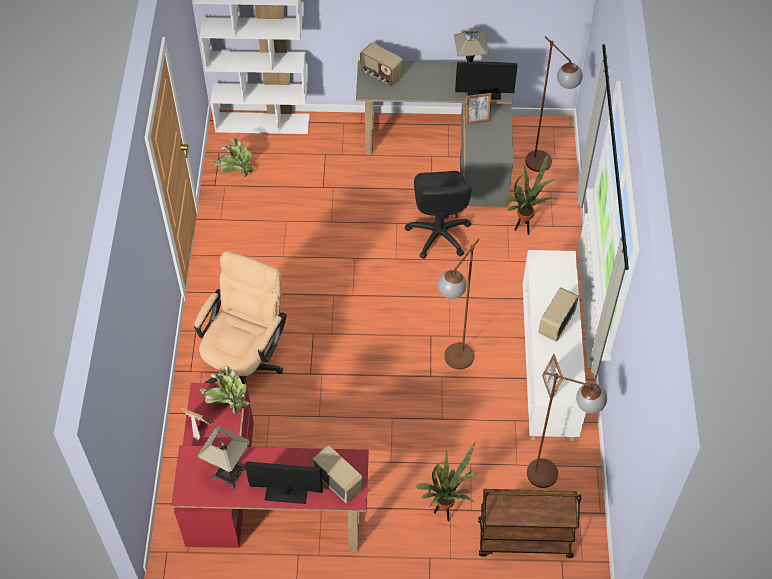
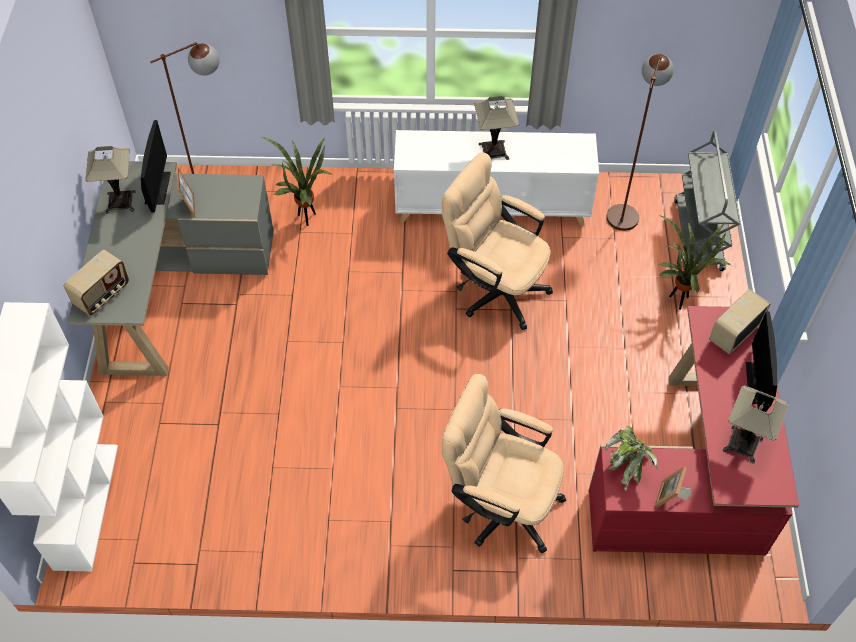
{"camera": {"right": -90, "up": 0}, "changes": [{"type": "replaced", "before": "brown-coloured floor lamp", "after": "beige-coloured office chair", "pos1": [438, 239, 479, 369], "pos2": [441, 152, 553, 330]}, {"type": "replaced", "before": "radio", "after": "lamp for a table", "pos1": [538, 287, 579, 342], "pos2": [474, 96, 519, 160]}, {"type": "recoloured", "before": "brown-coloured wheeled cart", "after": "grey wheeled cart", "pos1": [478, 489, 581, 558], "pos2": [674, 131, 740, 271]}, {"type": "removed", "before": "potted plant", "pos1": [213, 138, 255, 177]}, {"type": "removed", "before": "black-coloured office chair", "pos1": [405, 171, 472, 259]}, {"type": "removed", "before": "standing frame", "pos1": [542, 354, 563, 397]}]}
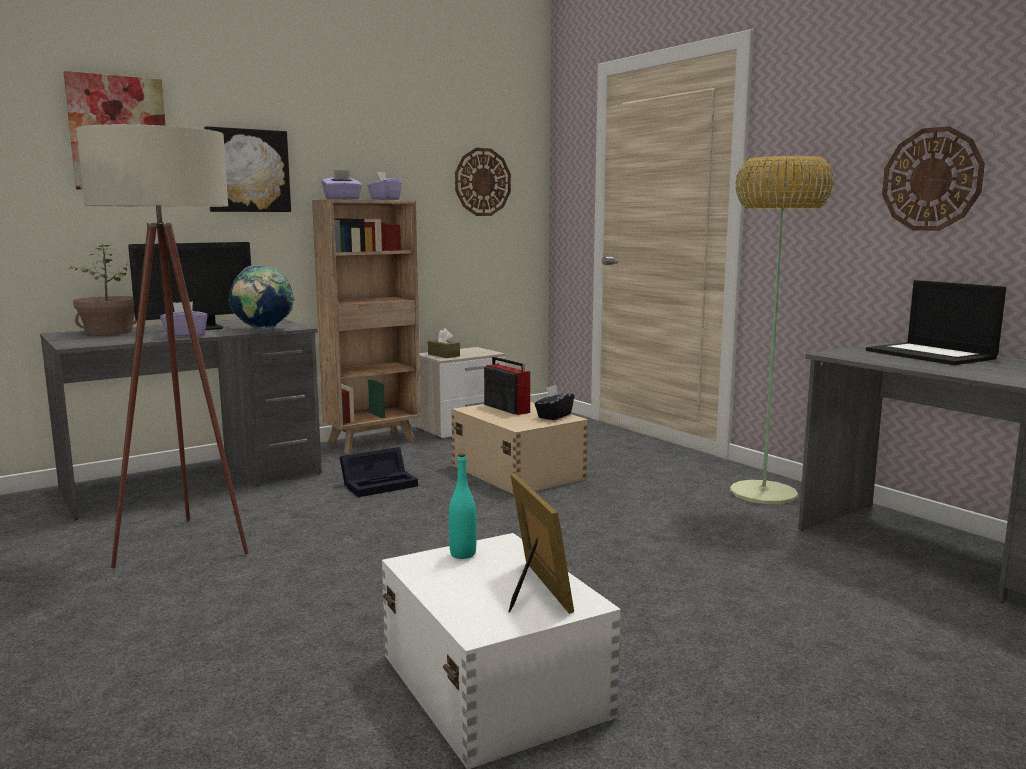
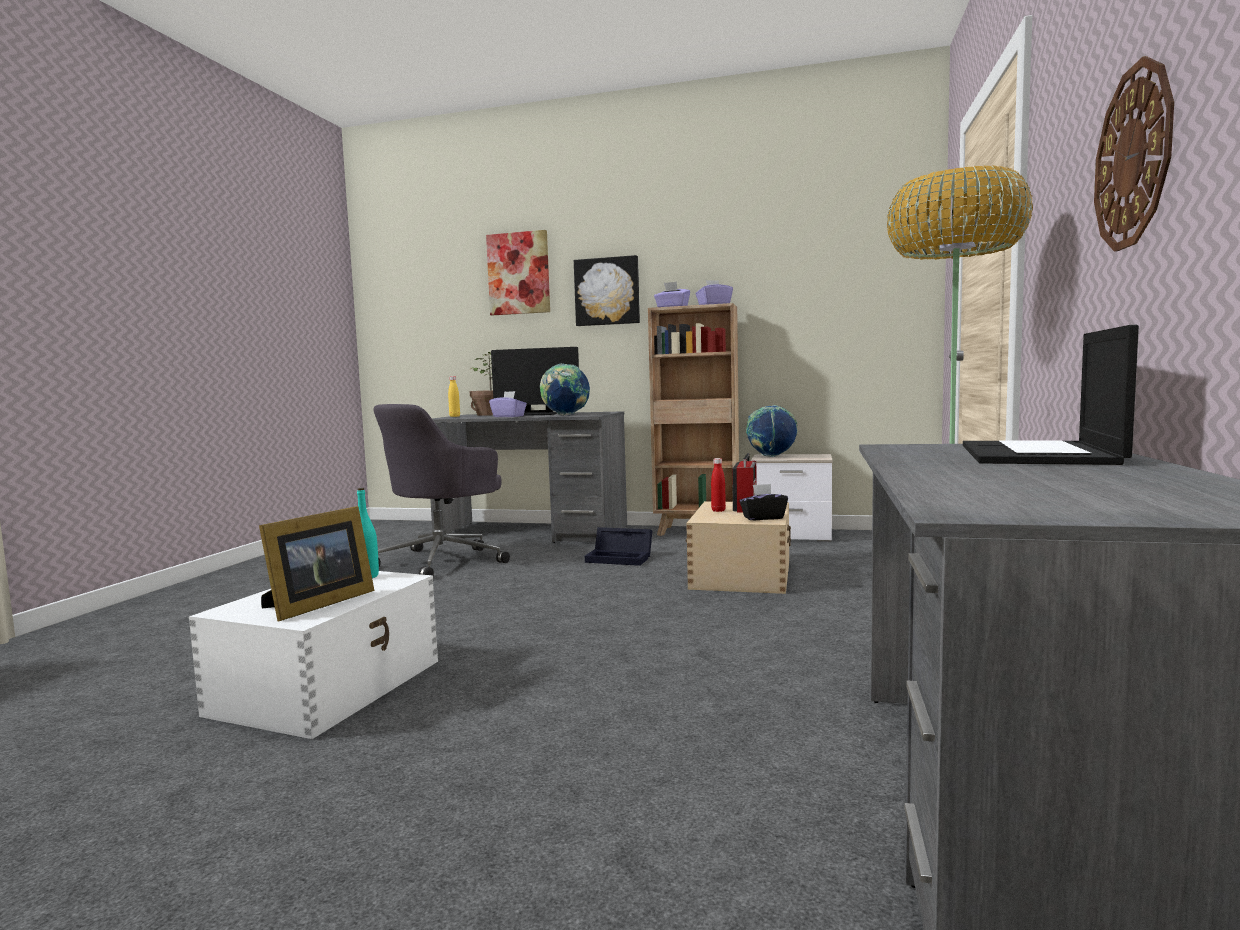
{"camera": {"right": 50, "up": -5}, "changes": [{"type": "replaced", "before": "beige-coloured floor lamp", "after": "grey office chair", "pos1": [76, 124, 248, 568], "pos2": [373, 404, 510, 575]}, {"type": "added", "after": "yellowish beverage bottle", "pos2": [448, 376, 460, 417]}, {"type": "added", "after": "reddish beverage bottle", "pos2": [711, 458, 726, 512]}, {"type": "replaced", "before": "brown-coloured box of tissues", "after": "globe", "pos1": [428, 328, 460, 358], "pos2": [746, 405, 798, 457]}, {"type": "removed", "before": "wall clock", "pos1": [455, 148, 511, 216]}]}
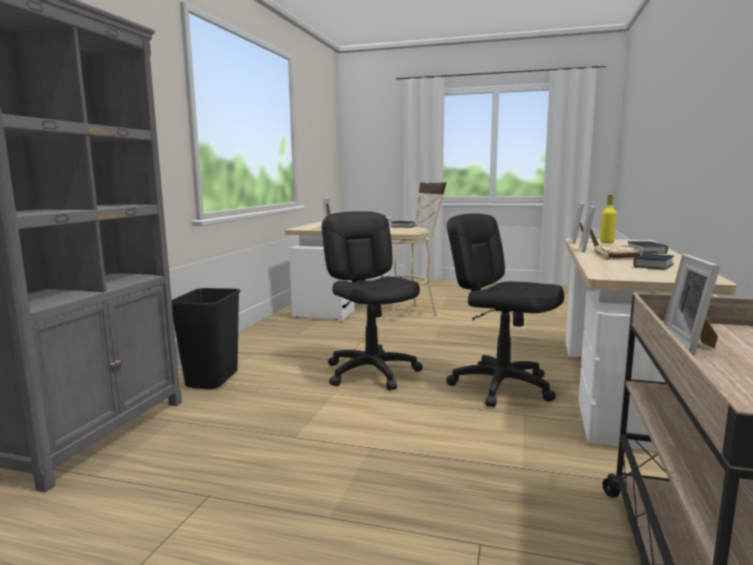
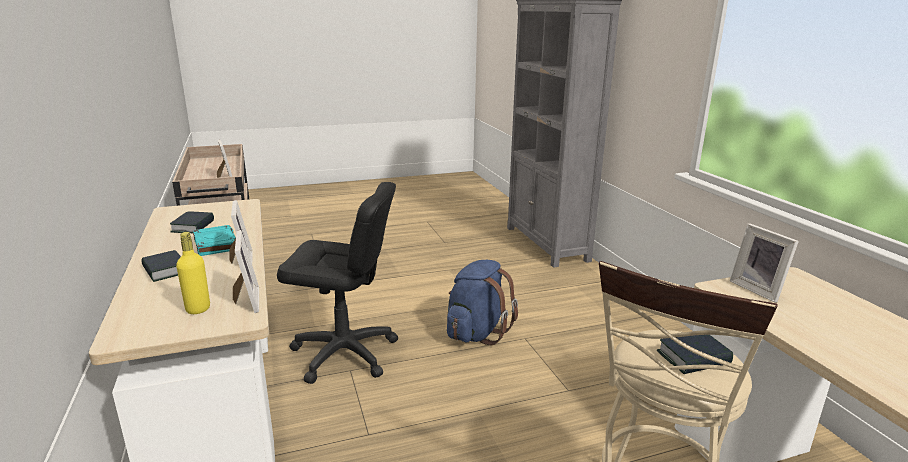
{"camera": {"right": 145, "up": 10}, "changes": [{"type": "recoloured", "before": "beige-coloured book", "after": "blue-green book", "pos1": [594, 246, 642, 260], "pos2": [193, 225, 236, 256]}, {"type": "replaced", "before": "black-coloured office chair", "after": "blue-coloured backpack", "pos1": [322, 211, 423, 390], "pos2": [447, 260, 518, 345]}, {"type": "removed", "before": "black-coloured rubbish bin", "pos1": [172, 288, 240, 389]}]}
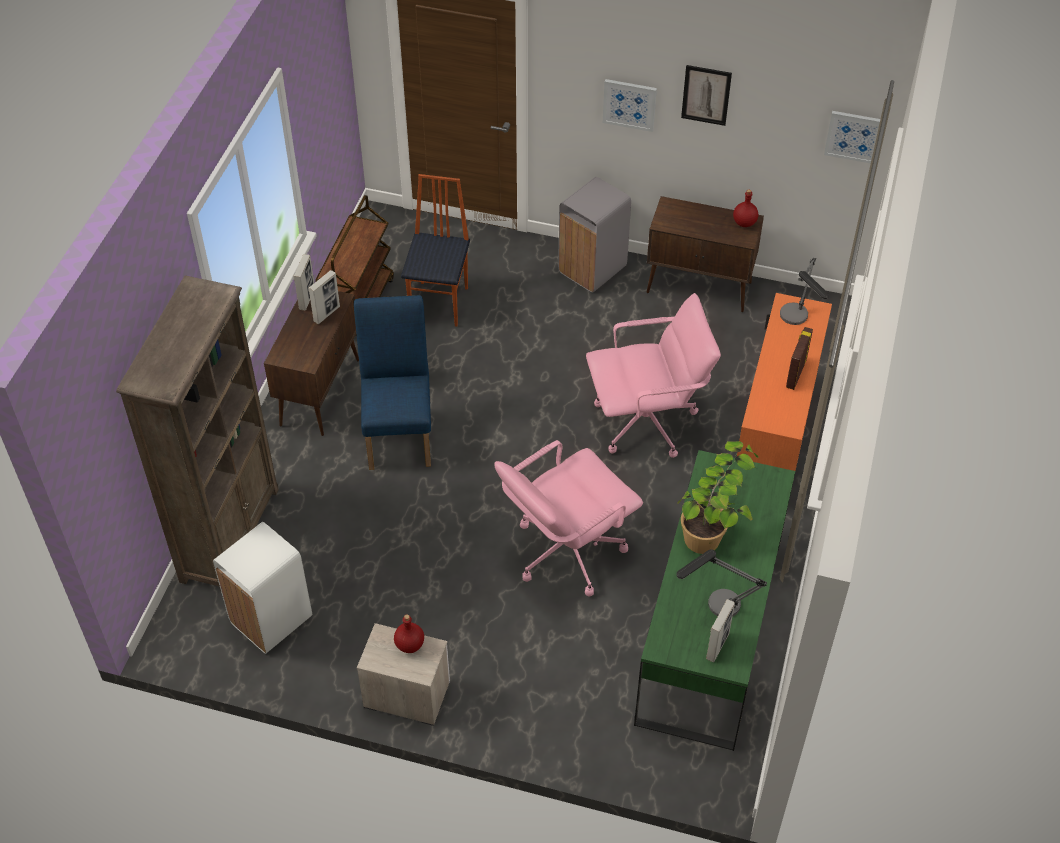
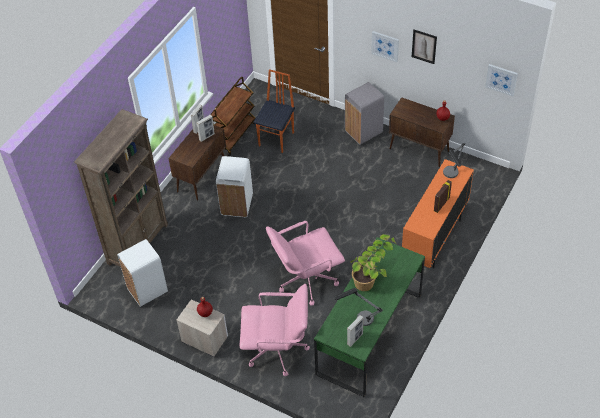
{"camera": {"right": 15, "up": 0}, "changes": [{"type": "replaced", "before": "blue-coloured plain chair", "after": "whitish rubbish bin", "pos1": [354, 295, 431, 470], "pos2": [216, 156, 253, 217]}, {"type": "moved", "before": "pink-coloured office chair", "pos1": [586, 293, 721, 458], "pos2": [240, 284, 310, 376]}]}
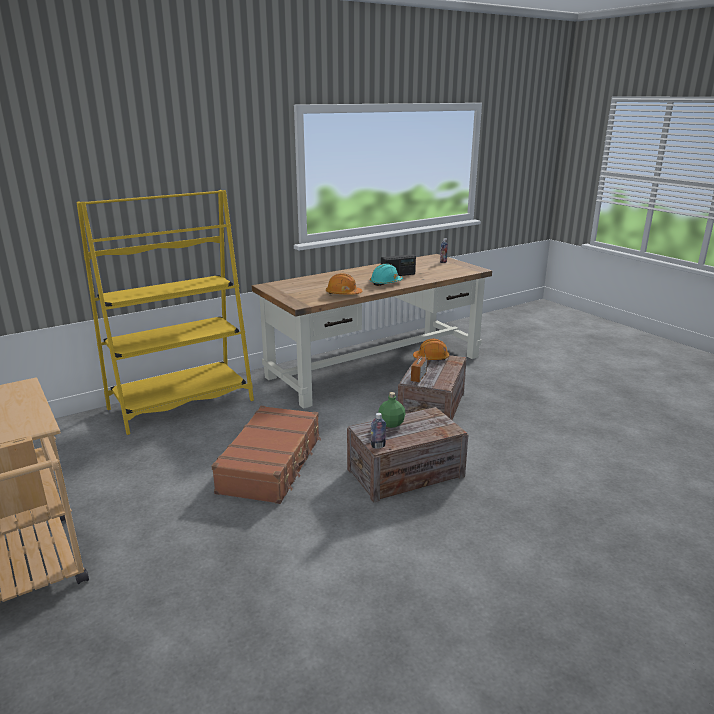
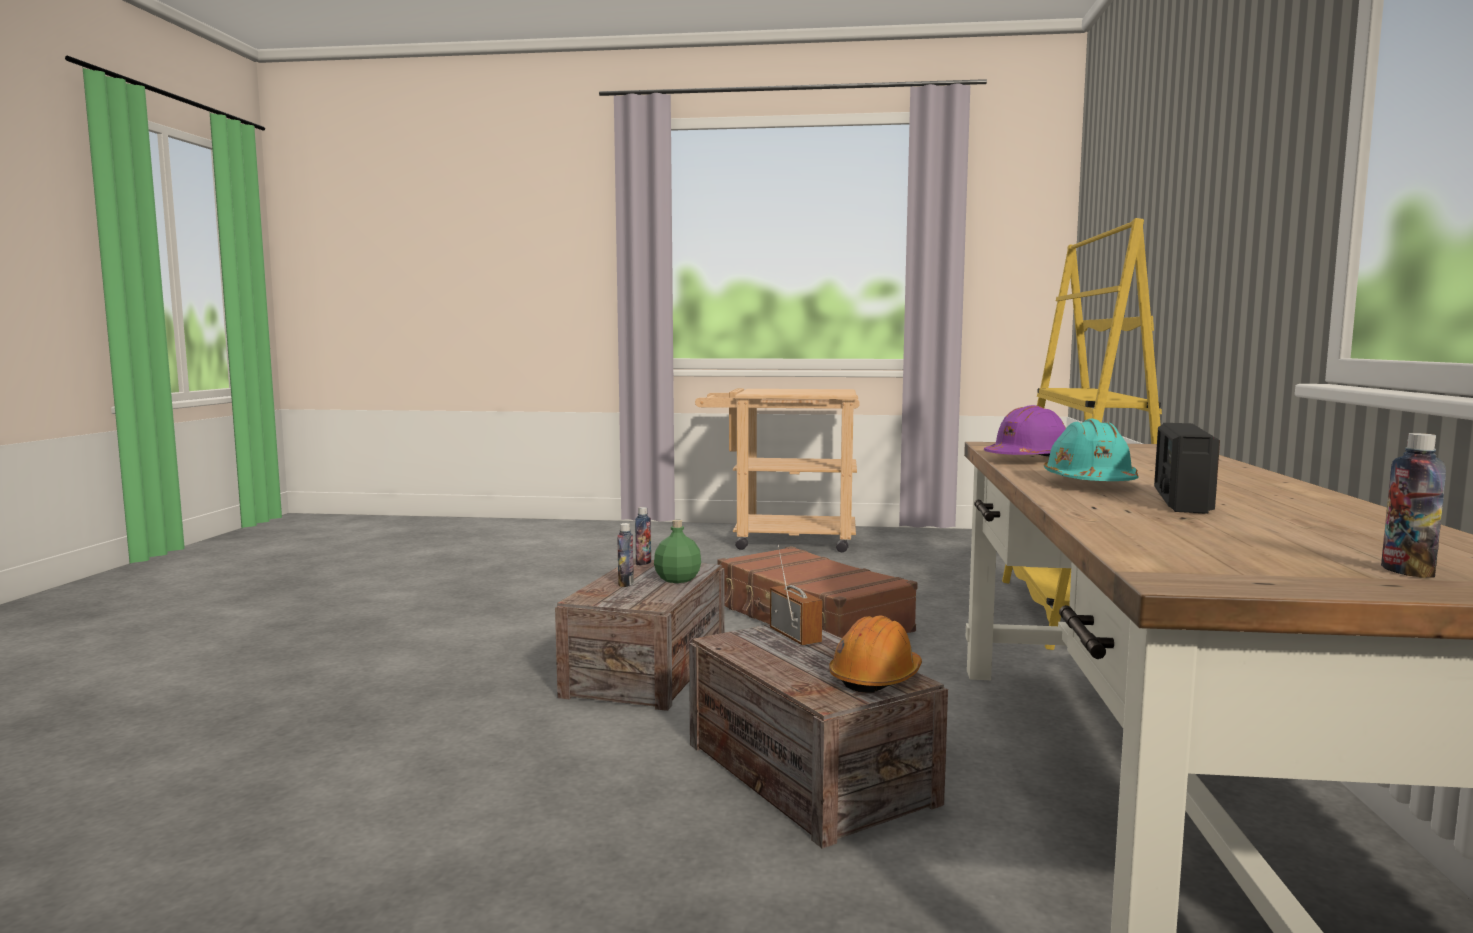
{"camera": {"right": 130, "up": -15}, "changes": [{"type": "added", "after": "beverage bottle", "pos2": [617, 523, 634, 587]}, {"type": "recoloured", "before": "orange-coloured work helmet", "after": "purple-coloured work helmet", "pos1": [326, 273, 362, 294], "pos2": [984, 405, 1066, 456]}]}
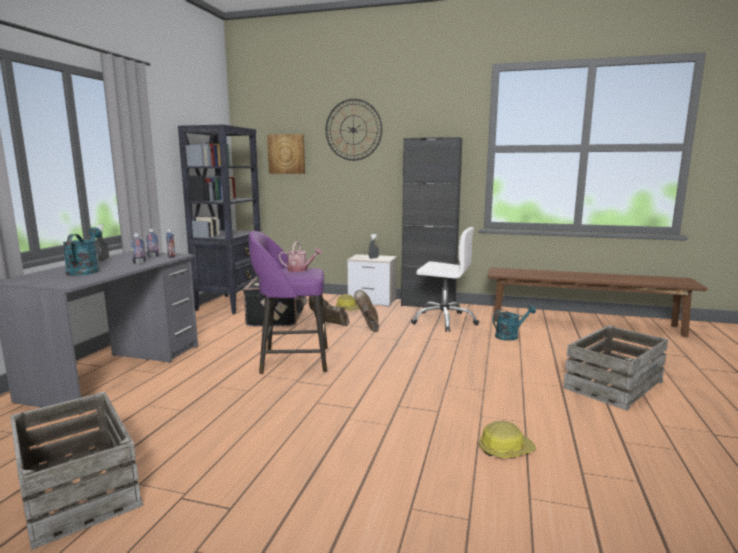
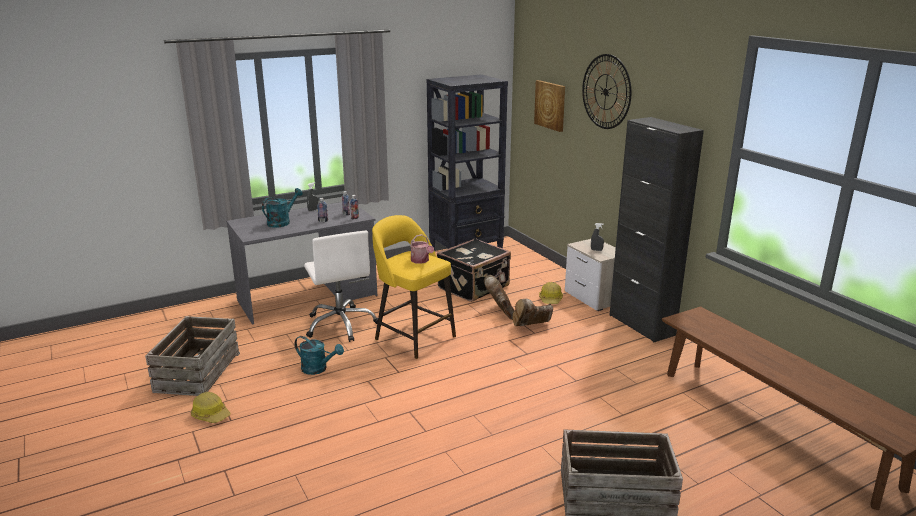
{"camera": {"right": 45, "up": 10}, "changes": [{"type": "moved", "before": "work helmet", "pos1": [479, 421, 537, 458], "pos2": [191, 392, 230, 423]}, {"type": "moved", "before": "blue-green sprinkling can", "pos1": [493, 305, 536, 341], "pos2": [295, 336, 344, 375]}, {"type": "moved", "before": "whitish office chair", "pos1": [411, 227, 479, 332], "pos2": [304, 231, 378, 342]}, {"type": "recoloured", "before": "purple-coloured stool seat", "after": "yellowish stool seat", "pos1": [249, 231, 328, 374], "pos2": [372, 215, 456, 359]}, {"type": "turned", "before": "brown-coloured high-top boot", "pos1": [354, 290, 379, 332], "pos2": [512, 299, 553, 326], "turn": -150}]}
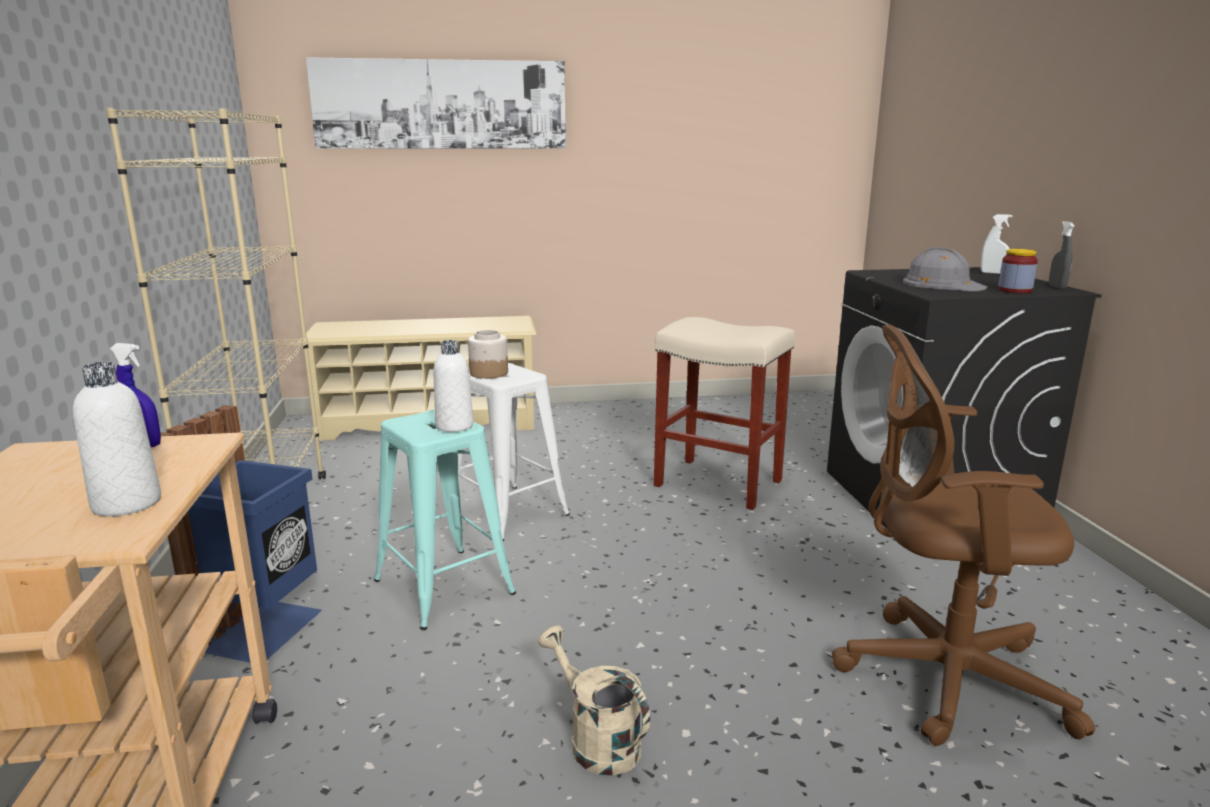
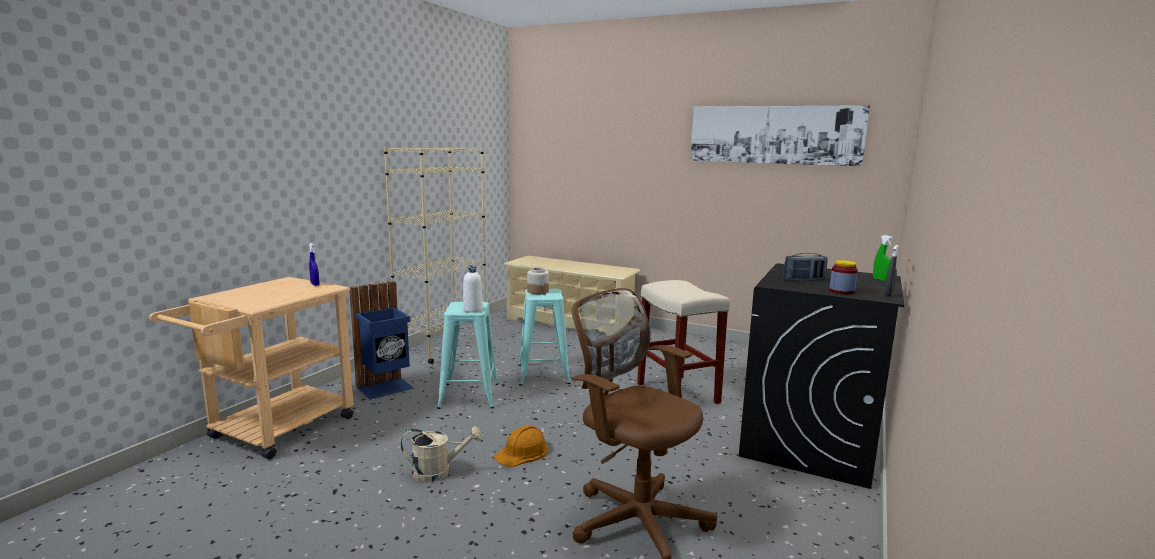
{"camera": {"right": 35, "up": -5}, "changes": [{"type": "turned", "before": "beige-coloured sprinkling can", "pos1": [538, 625, 650, 776], "pos2": [401, 426, 482, 482], "turn": 90}, {"type": "added", "after": "orange-coloured work helmet", "pos2": [494, 425, 548, 467]}, {"type": "recoloured", "before": "whitish stool seat", "after": "blue-green stool seat", "pos1": [458, 363, 570, 541], "pos2": [518, 289, 571, 386]}, {"type": "moved", "before": "picture", "pos1": [306, 57, 566, 149], "pos2": [690, 105, 870, 166]}, {"type": "replaced", "before": "grey work helmet", "after": "radio", "pos1": [903, 247, 988, 291], "pos2": [783, 253, 828, 281]}, {"type": "recoloured", "before": "whitish hand sprayer", "after": "green-coloured hand sprayer", "pos1": [981, 214, 1013, 274], "pos2": [873, 235, 894, 281]}, {"type": "removed", "before": "whitish beverage bottle", "pos1": [73, 362, 161, 516]}]}
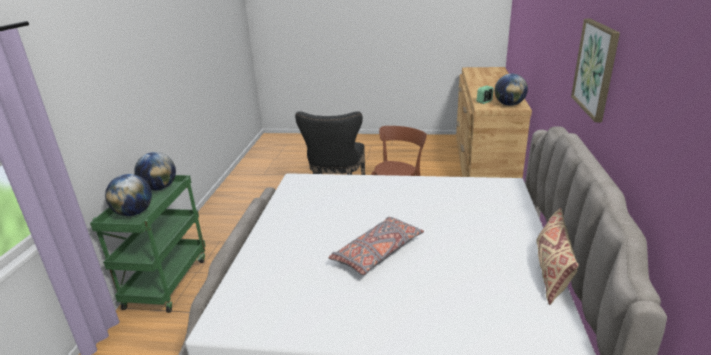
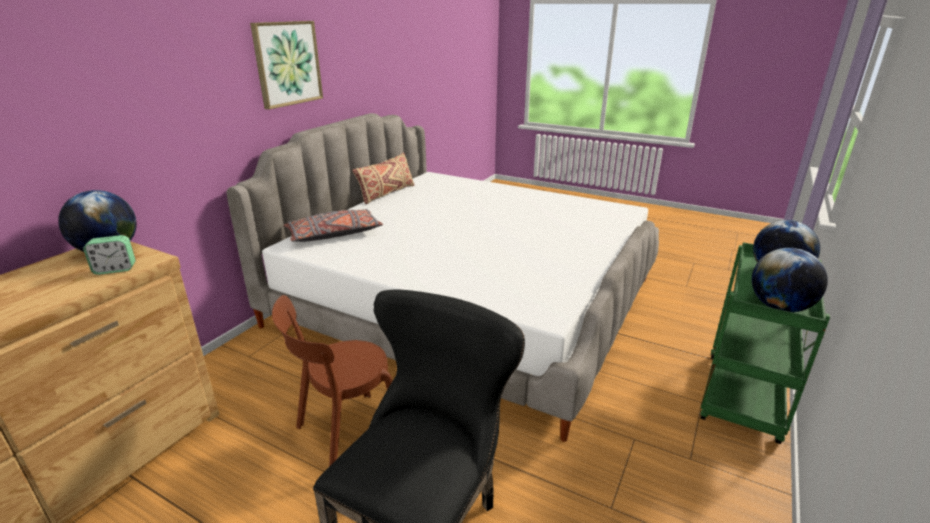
{"camera": {"right": -160, "up": 0}, "changes": [{"type": "moved", "before": "grey throw pillow", "pos1": [328, 217, 424, 275], "pos2": [284, 209, 383, 242]}]}
